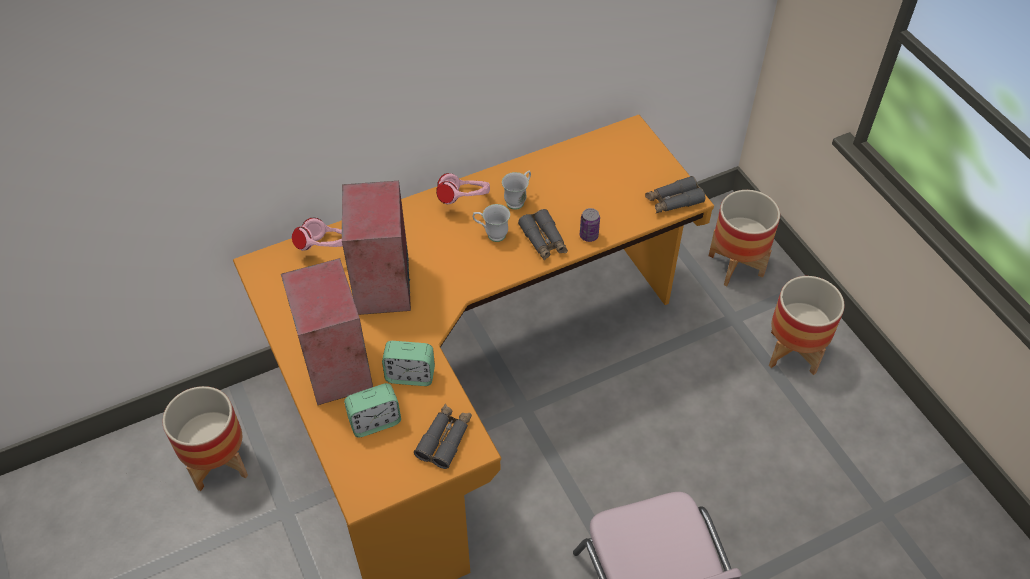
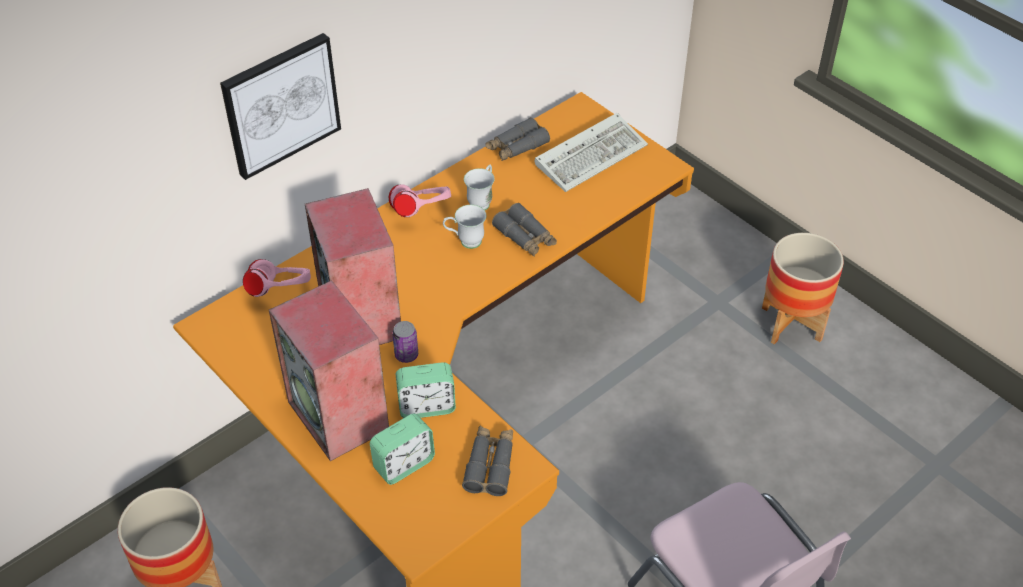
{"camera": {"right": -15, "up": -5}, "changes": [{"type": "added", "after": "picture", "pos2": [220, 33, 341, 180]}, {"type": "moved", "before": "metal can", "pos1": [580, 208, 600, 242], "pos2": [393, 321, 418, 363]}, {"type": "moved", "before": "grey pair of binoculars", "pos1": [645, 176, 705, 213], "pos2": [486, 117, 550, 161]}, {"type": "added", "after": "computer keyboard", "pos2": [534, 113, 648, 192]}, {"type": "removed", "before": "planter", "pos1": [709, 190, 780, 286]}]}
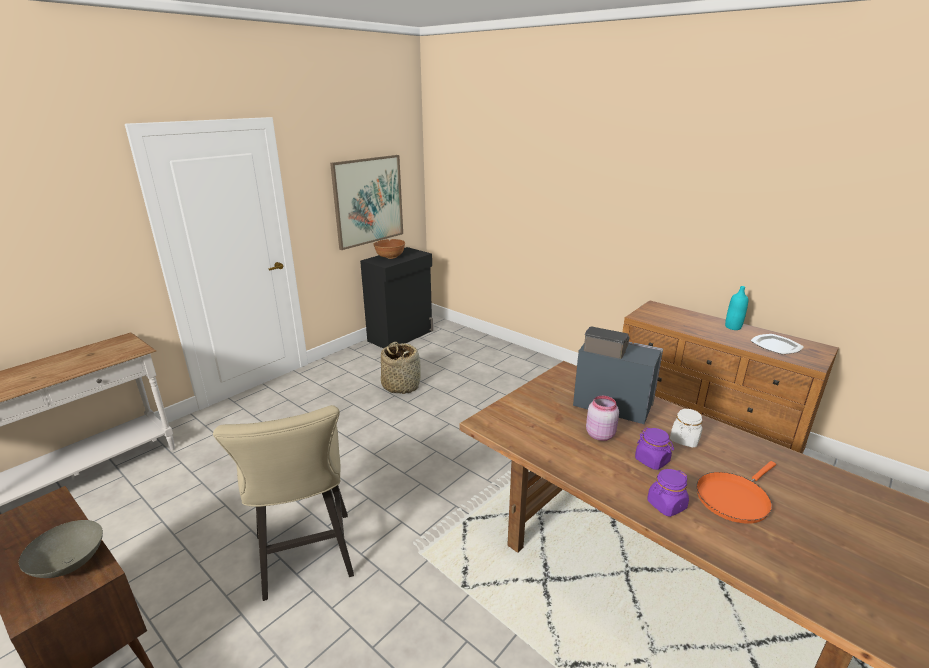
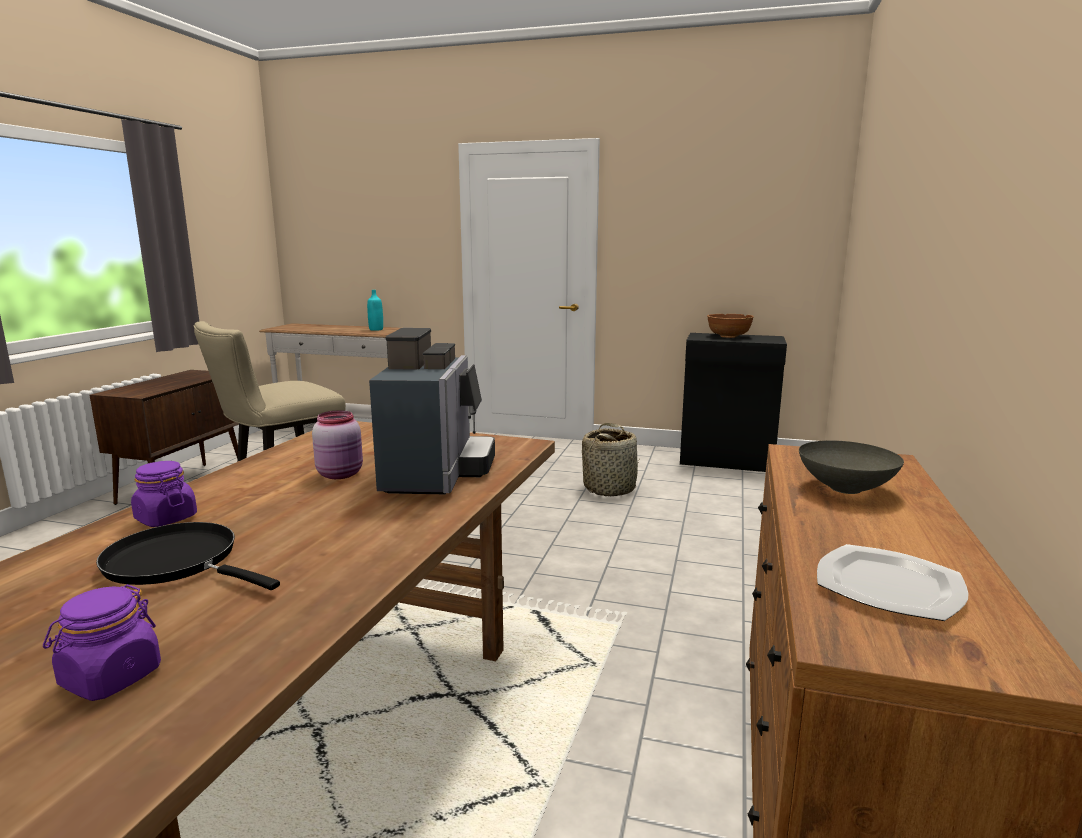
{"camera": {"right": 65, "up": -10}, "changes": [{"type": "moved", "before": "purple-coloured jar", "pos1": [635, 427, 674, 470], "pos2": [43, 584, 161, 701]}, {"type": "recoloured", "before": "orange-coloured frying pan", "after": "black-coloured frying pan", "pos1": [696, 461, 776, 524], "pos2": [96, 522, 280, 590]}, {"type": "moved", "before": "blue-green beverage bottle", "pos1": [725, 286, 748, 330], "pos2": [367, 290, 383, 331]}, {"type": "moved", "before": "grey serving bowl", "pos1": [19, 520, 103, 578], "pos2": [799, 440, 904, 494]}, {"type": "removed", "before": "picture", "pos1": [330, 155, 403, 250]}, {"type": "removed", "before": "whitish jar", "pos1": [670, 409, 702, 448]}]}
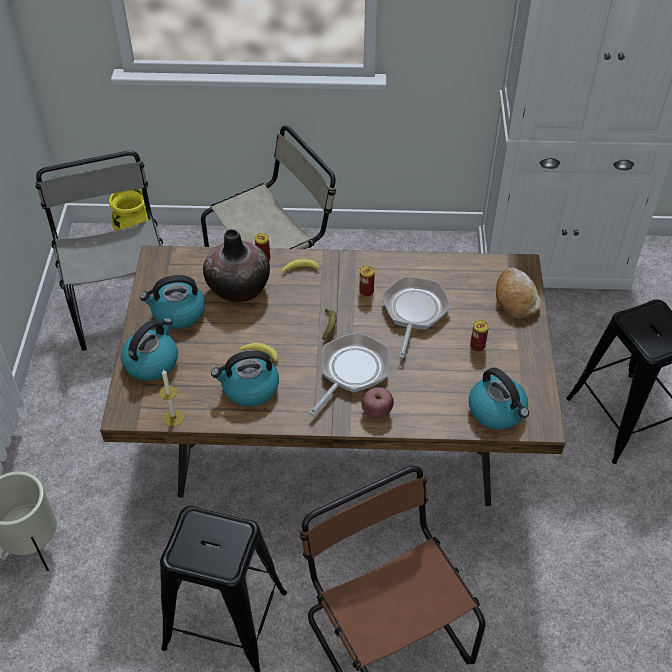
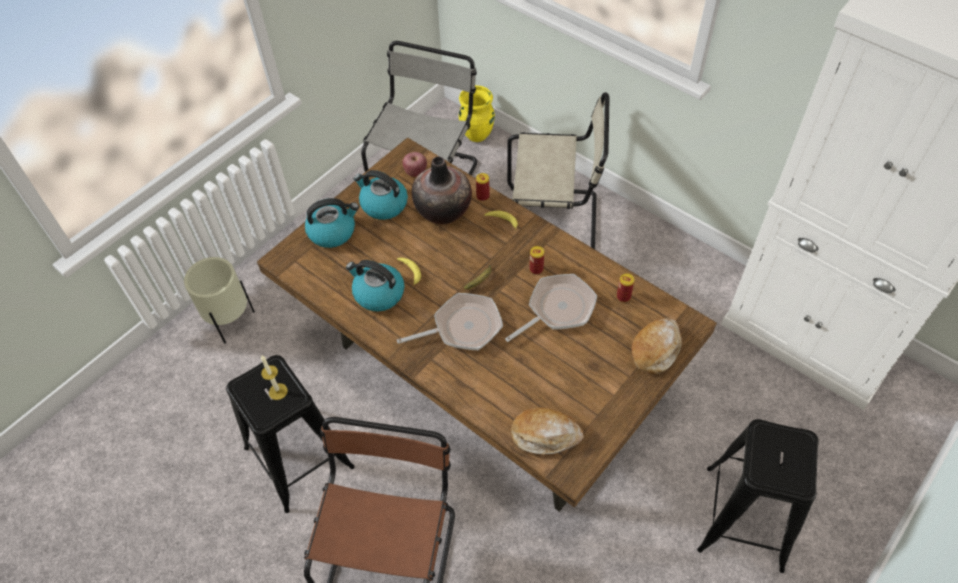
{"camera": {"right": 40, "up": 5}, "changes": [{"type": "moved", "before": "candle", "pos1": [159, 369, 184, 426], "pos2": [261, 356, 288, 400]}, {"type": "moved", "before": "apple", "pos1": [361, 387, 394, 419], "pos2": [402, 152, 427, 177]}, {"type": "replaced", "before": "kettle", "after": "baked bread", "pos1": [469, 368, 529, 430], "pos2": [511, 408, 584, 454]}, {"type": "moved", "before": "metal can", "pos1": [470, 320, 489, 352], "pos2": [617, 273, 635, 302]}]}
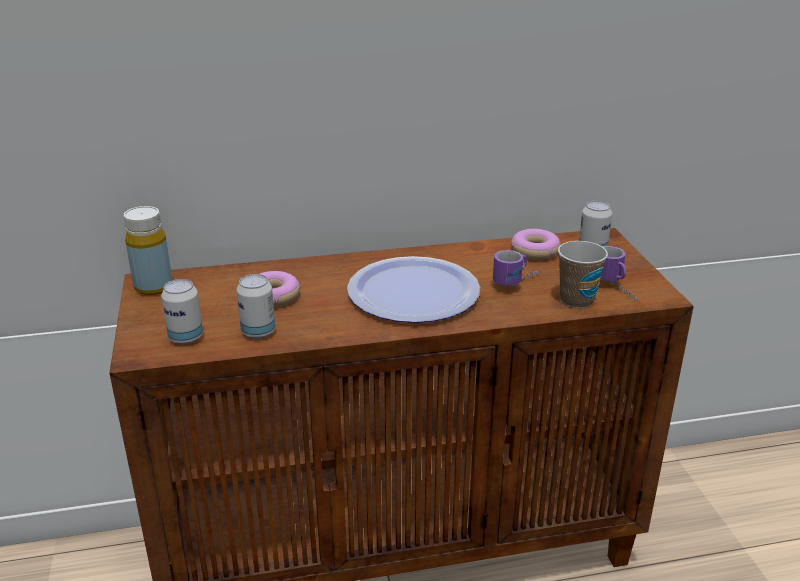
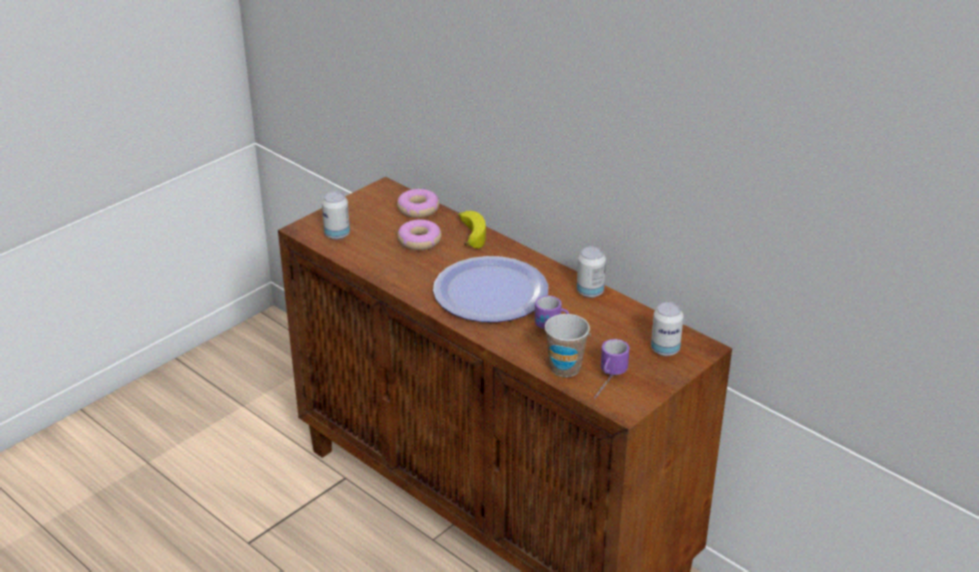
{"camera": {"right": 55, "up": 5}, "changes": [{"type": "moved", "before": "donut", "pos1": [511, 229, 561, 260], "pos2": [397, 189, 439, 218]}, {"type": "added", "after": "banana", "pos2": [458, 211, 486, 249]}, {"type": "moved", "before": "metal can", "pos1": [237, 274, 275, 339], "pos2": [577, 246, 606, 298]}, {"type": "removed", "before": "yellowish beverage bottle", "pos1": [124, 206, 172, 295]}]}
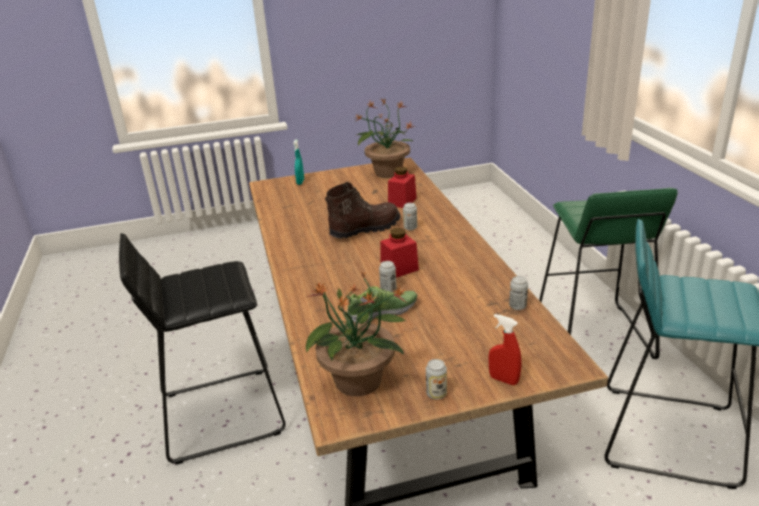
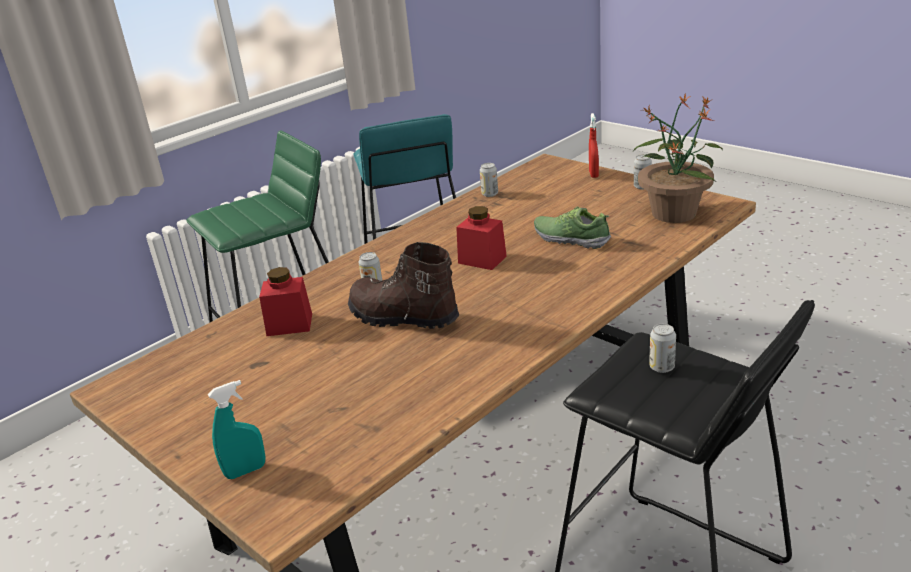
{"camera": {"right": -120, "up": 0}, "changes": [{"type": "moved", "before": "metal can", "pos1": [379, 261, 397, 292], "pos2": [649, 324, 676, 373]}, {"type": "removed", "before": "potted plant", "pos1": [356, 98, 416, 178]}]}
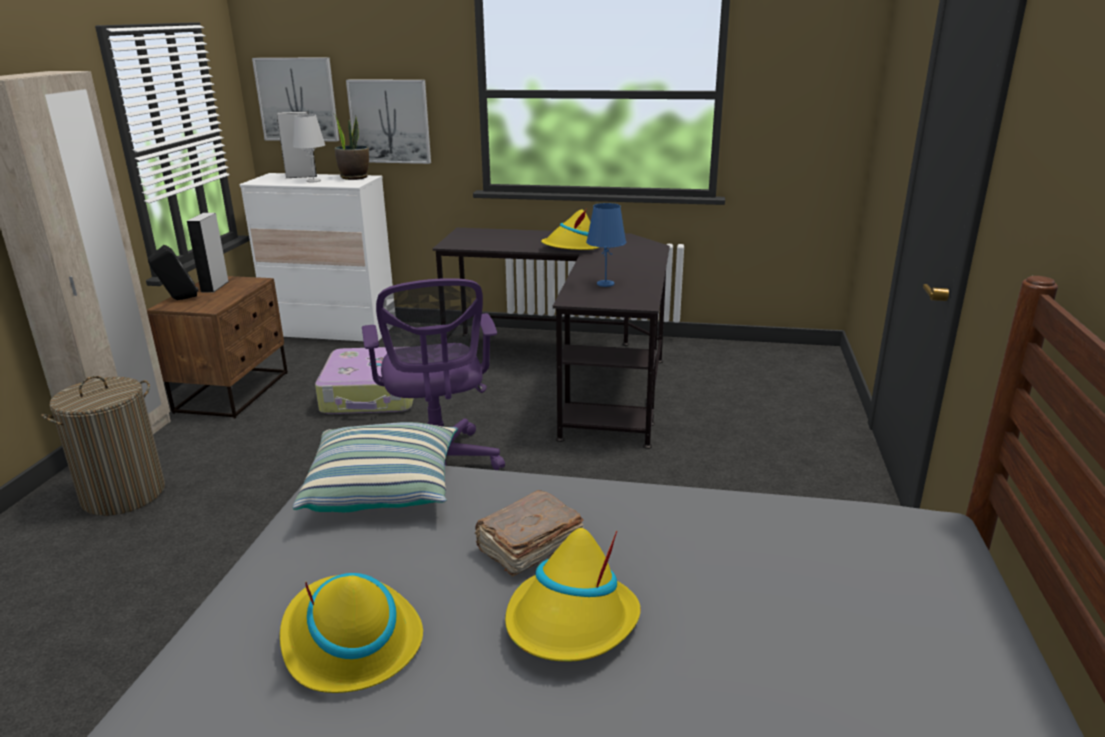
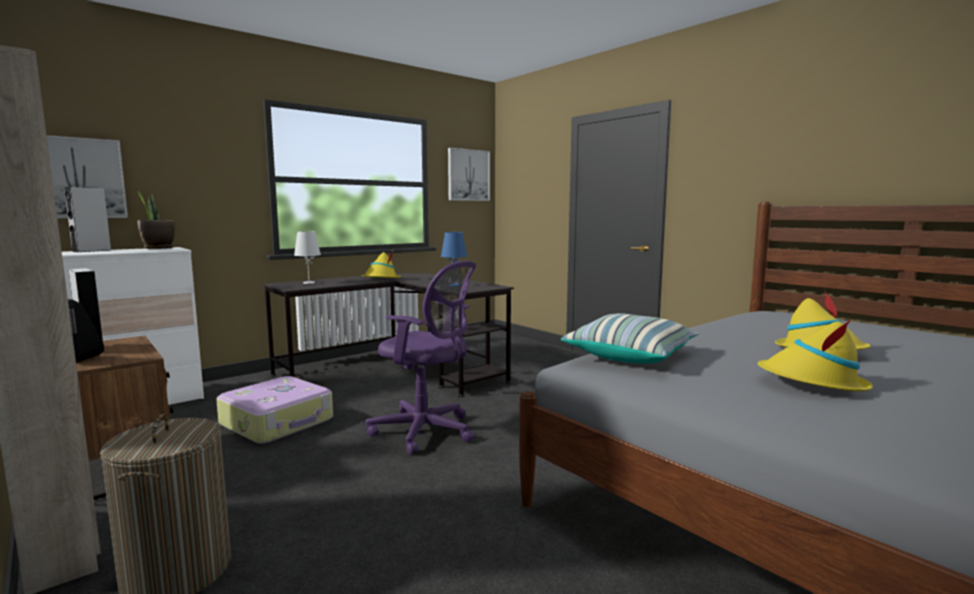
{"camera": {"right": -50, "up": -15}, "changes": [{"type": "moved", "before": "whitish lamp for a table", "pos1": [293, 114, 325, 182], "pos2": [294, 231, 321, 284]}, {"type": "moved", "before": "picture", "pos1": [346, 80, 431, 164], "pos2": [448, 148, 490, 201]}, {"type": "removed", "before": "brown-coloured book", "pos1": [474, 490, 584, 577]}]}
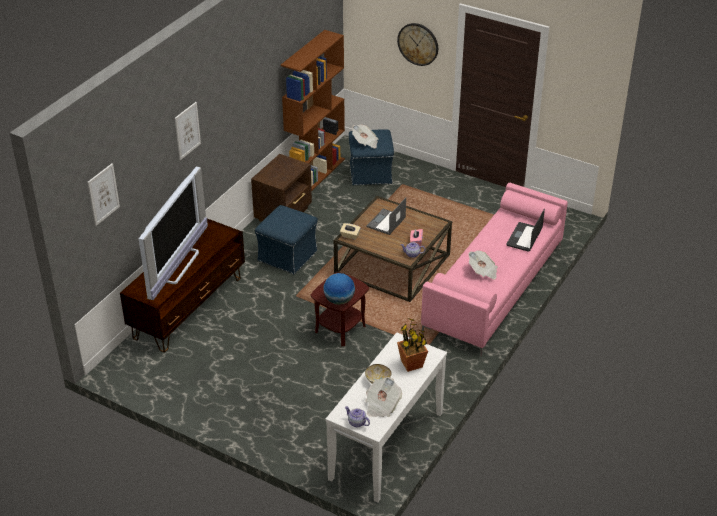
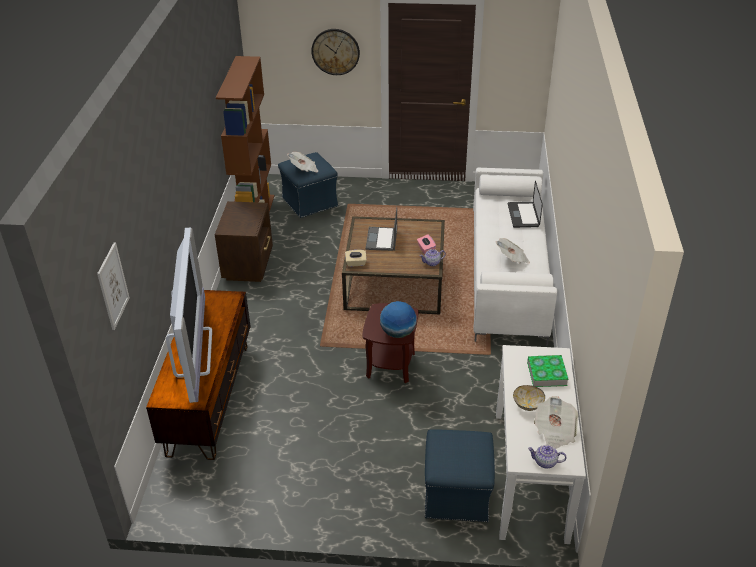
{"camera": {"right": -25, "up": 0}, "changes": [{"type": "moved", "before": "blue-coloured ottoman", "pos1": [255, 205, 318, 274], "pos2": [425, 430, 495, 522]}, {"type": "recoloured", "before": "pink-coloured couch", "after": "whitish couch", "pos1": [421, 183, 568, 356], "pos2": [473, 168, 557, 346]}, {"type": "replaced", "before": "potted plant", "after": "book", "pos1": [397, 318, 428, 372], "pos2": [527, 355, 569, 387]}, {"type": "removed", "before": "picture", "pos1": [175, 102, 201, 160]}]}
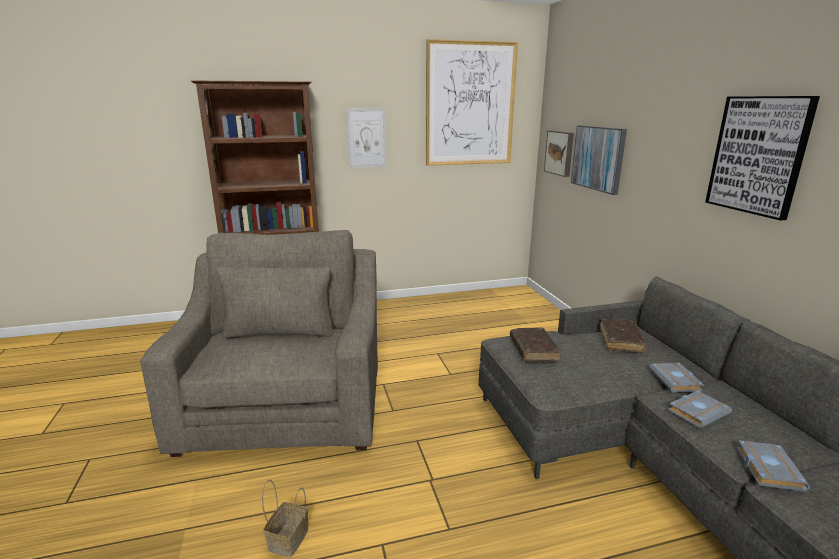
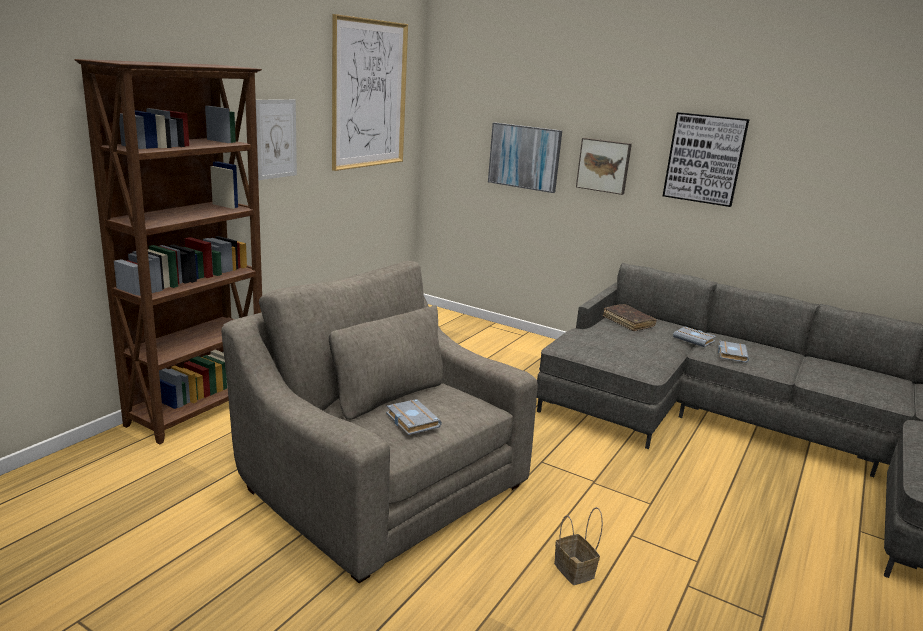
{"camera": {"right": -45, "up": 0}, "changes": [{"type": "moved", "before": "grey book", "pos1": [736, 440, 810, 492], "pos2": [386, 399, 442, 435]}, {"type": "moved", "before": "picture", "pos1": [544, 131, 574, 177], "pos2": [576, 138, 632, 195]}, {"type": "removed", "before": "brown-coloured book", "pos1": [510, 328, 560, 362]}]}
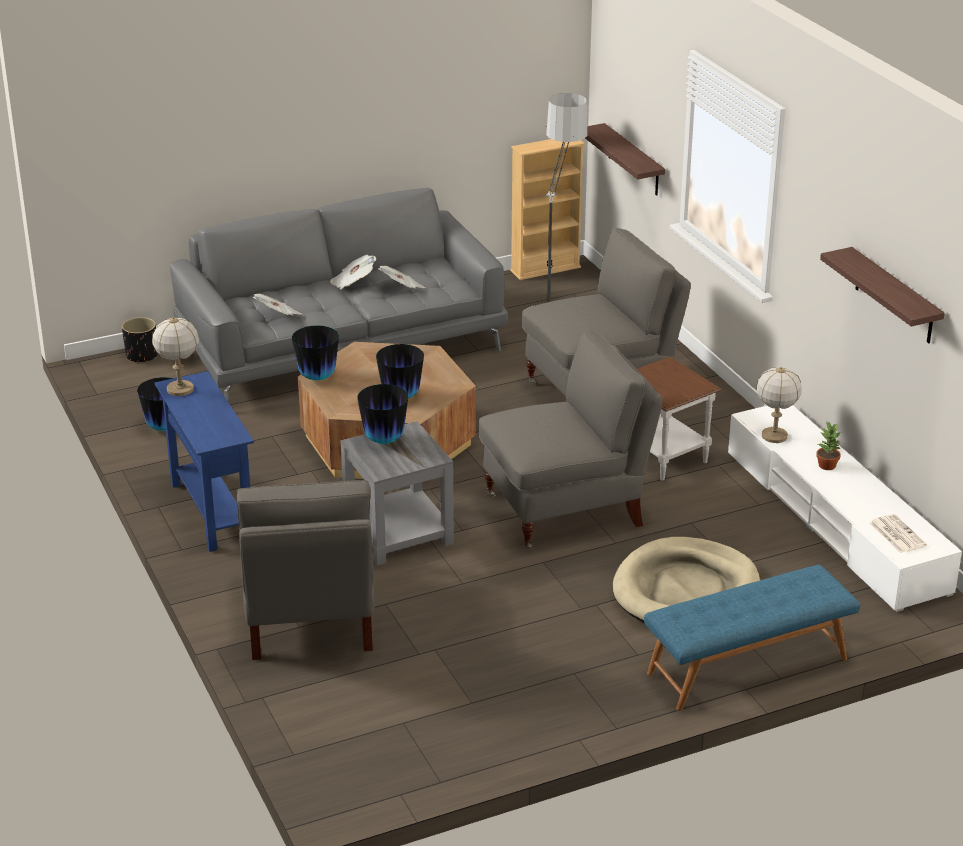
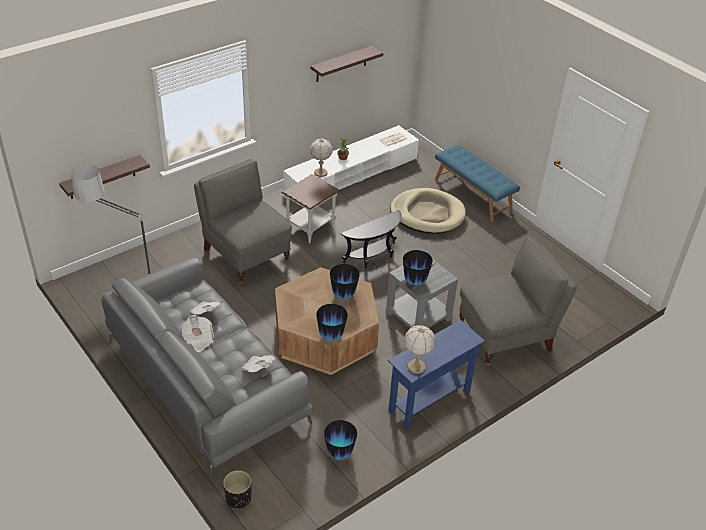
{"camera": {"right": -105, "up": 10}, "changes": [{"type": "replaced", "before": "grey armchair", "after": "black-coloured side table", "pos1": [479, 330, 663, 549], "pos2": [341, 210, 402, 268]}, {"type": "removed", "before": "beige-coloured shelving unit", "pos1": [510, 139, 585, 280]}]}
